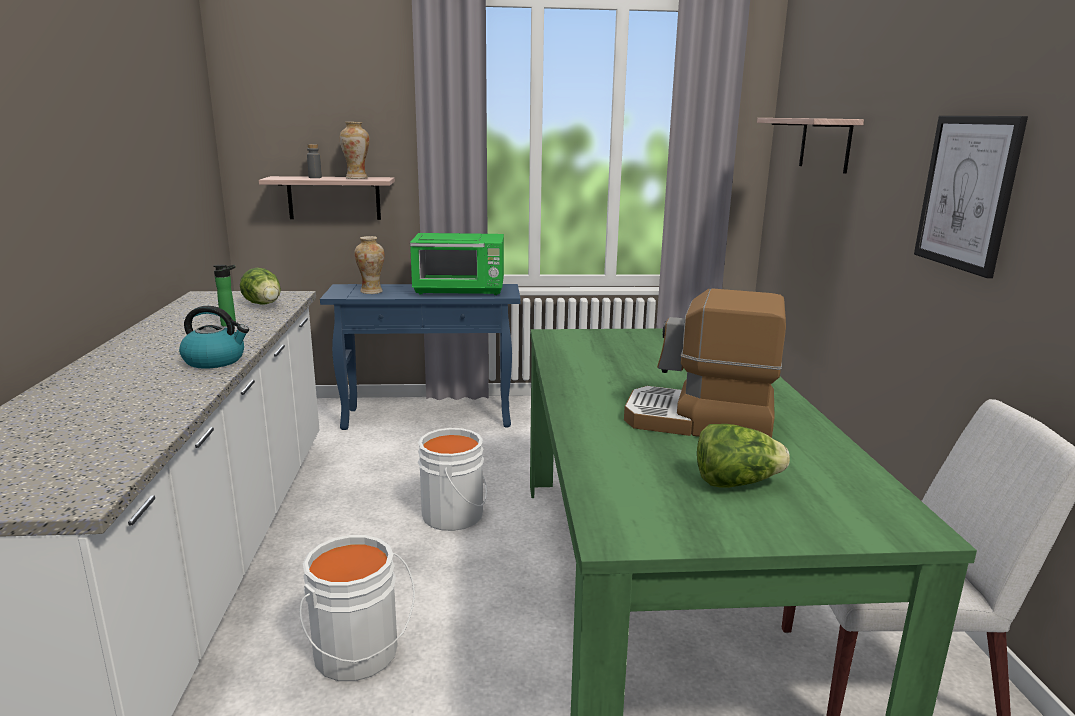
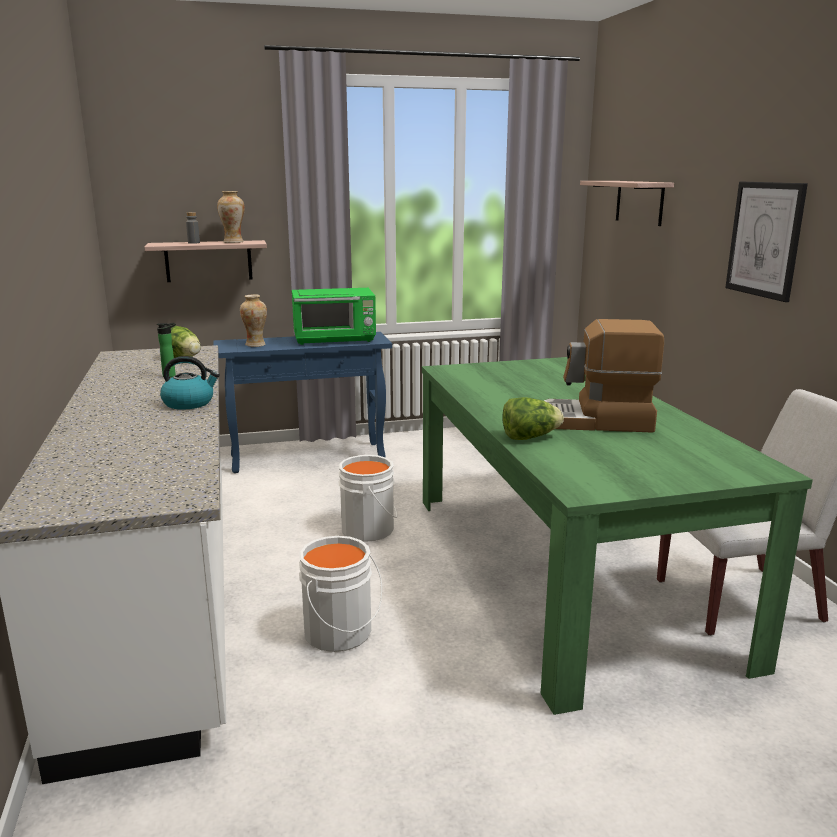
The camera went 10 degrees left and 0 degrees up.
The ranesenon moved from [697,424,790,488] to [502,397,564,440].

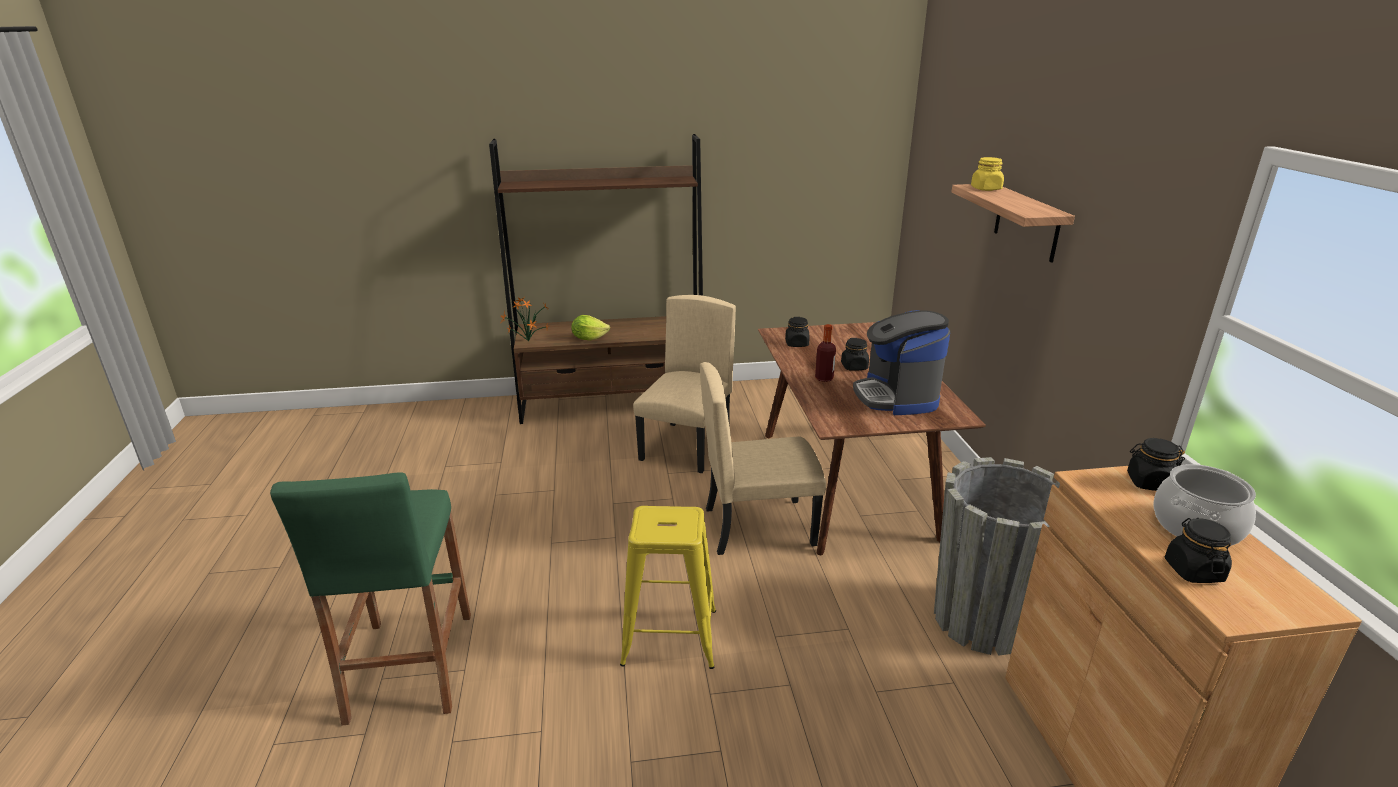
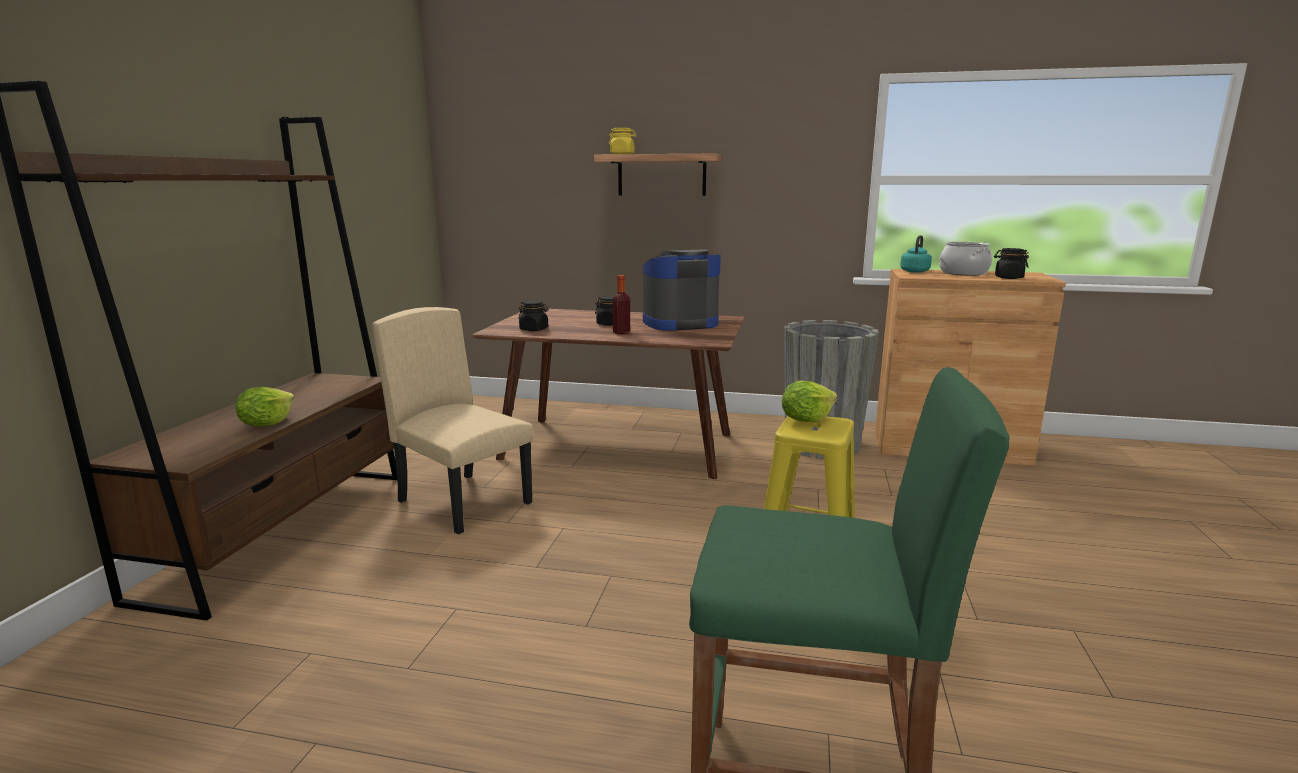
The camera went 70 degrees left and 10 degrees down.
The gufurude at [501,297,549,341] disappeared.
The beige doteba at [700,362,826,555] disappeared.
The ranesenon at [781,381,837,422] appeared.
The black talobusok at [1127,438,1185,491] was replaced by the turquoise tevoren at [900,235,932,273].
The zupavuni at [853,310,951,415] turned 150 degrees clockwise.

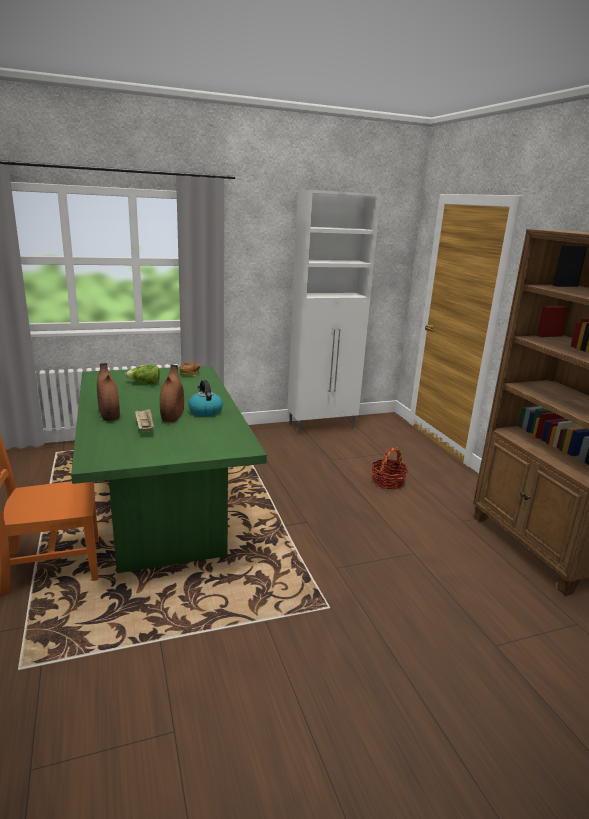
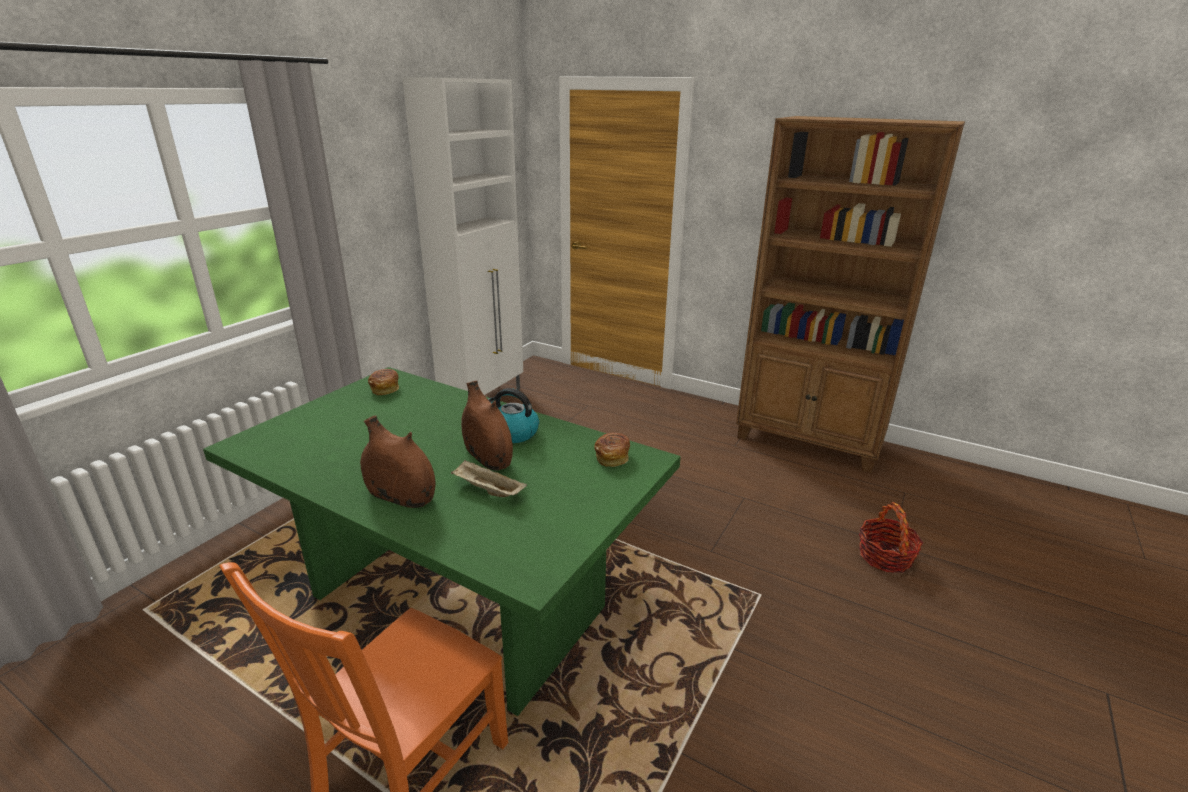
The camera went 40 degrees left and 5 degrees up.
The ranesenon at [125,365,160,384] disappeared.
The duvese at [594,433,630,467] appeared.
The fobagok moved from [372,447,408,489] to [859,502,923,573].

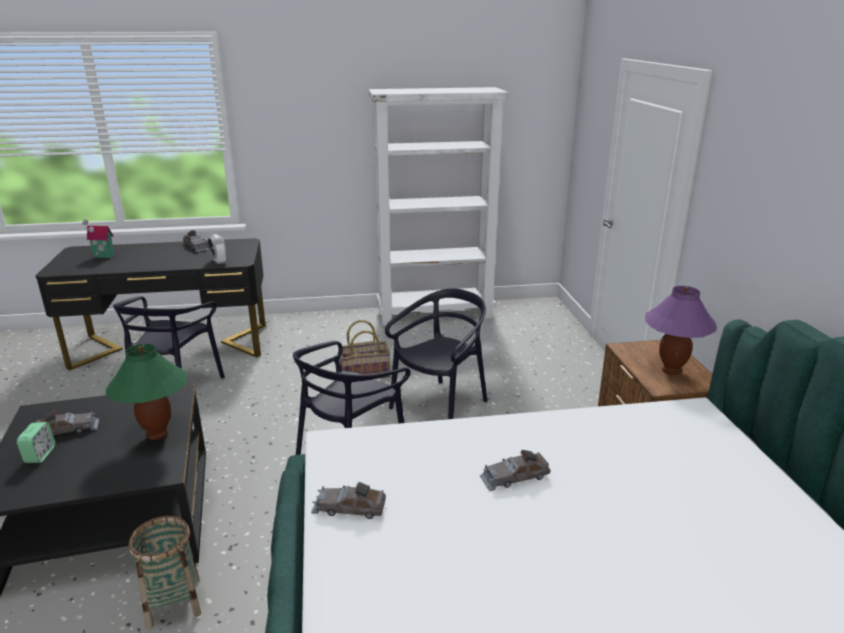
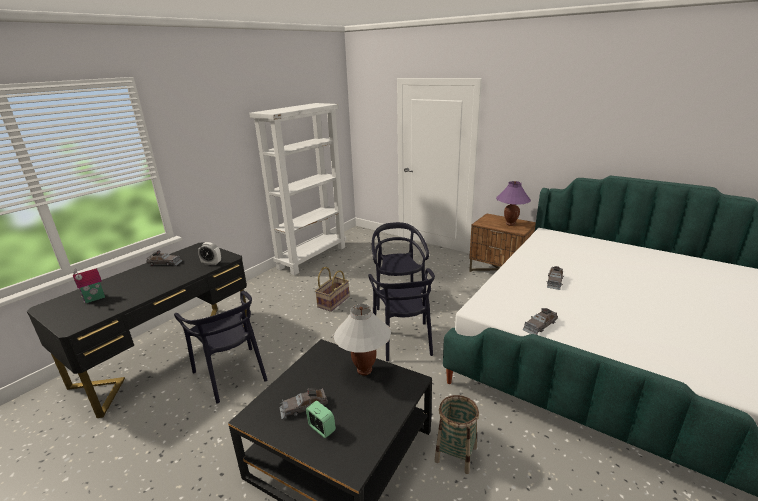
The camera went 45 degrees left and 0 degrees up.
The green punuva at [106,343,188,440] became the white punuva at [333,304,391,376].
The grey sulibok at [37,410,99,435] turned 135 degrees counterclockwise.

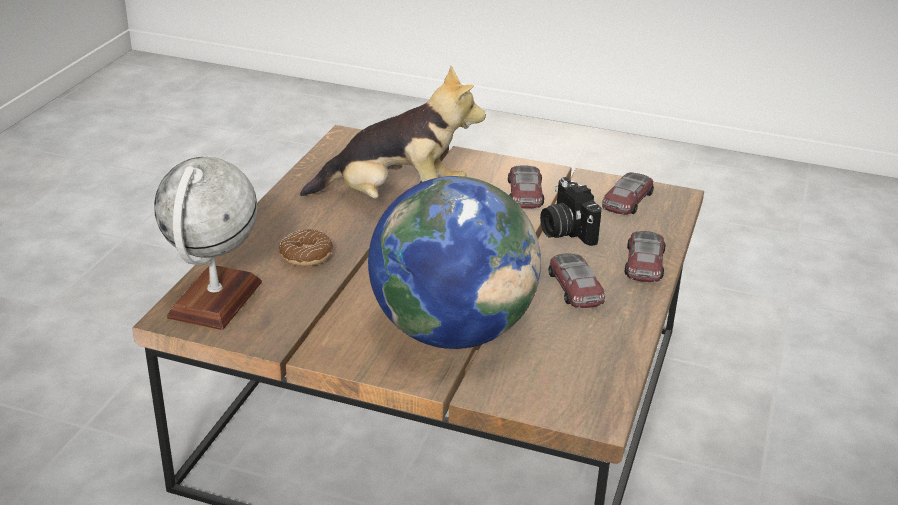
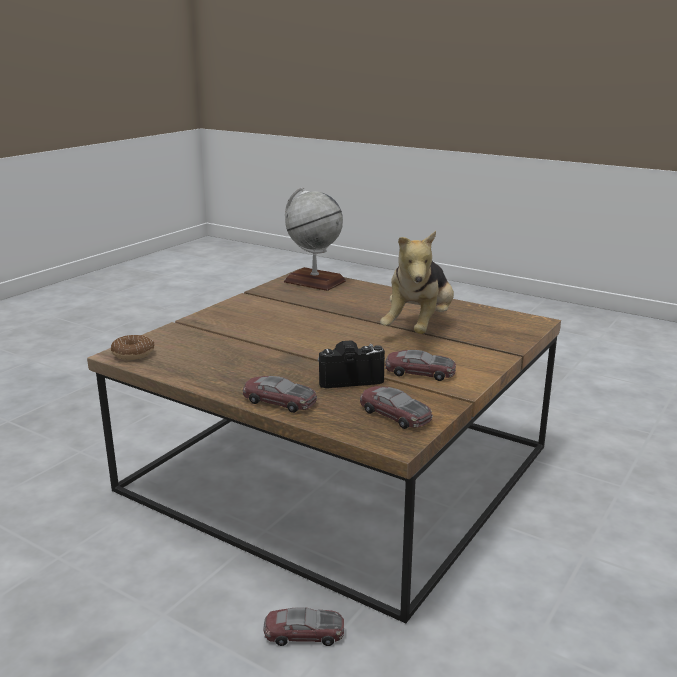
The camera went 105 degrees right and 10 degrees down.
The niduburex at [368,176,541,349] disappeared.
The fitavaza moved from [279,229,333,266] to [111,335,155,360].
The sulibok moved from [548,253,605,309] to [264,607,344,646].

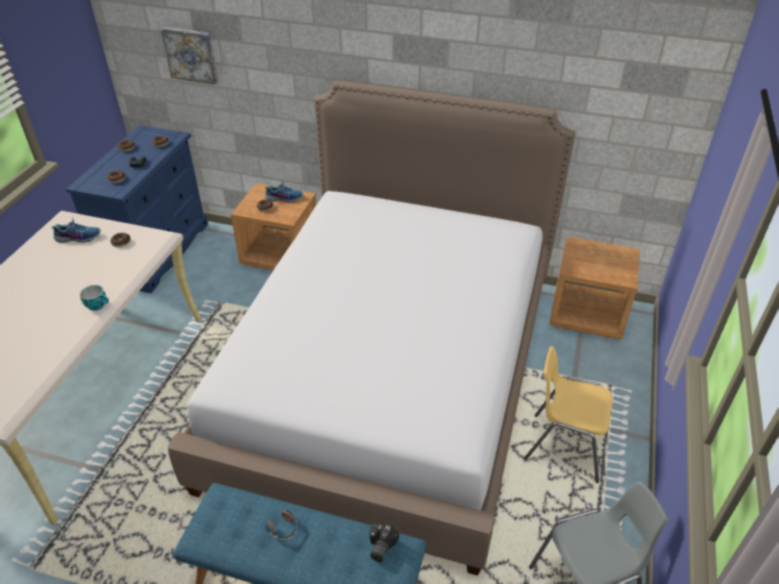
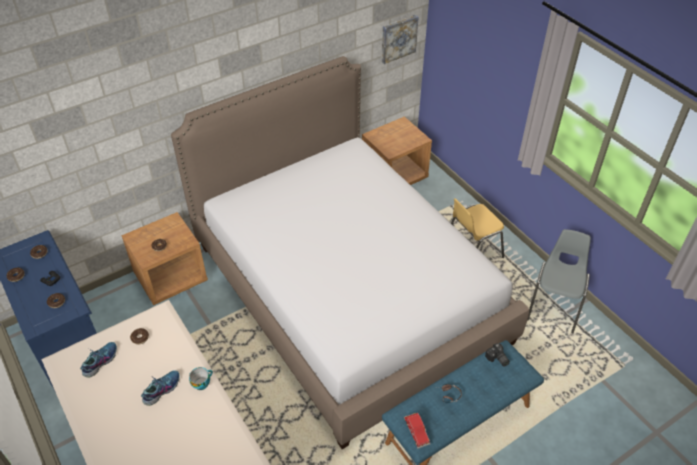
The camera went 50 degrees left and 5 degrees up.
The red sulibok at [404,413,430,449] appeared.
The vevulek moved from [161,27,218,85] to [381,15,419,64].
The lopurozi moved from [265,182,303,203] to [141,370,180,406].

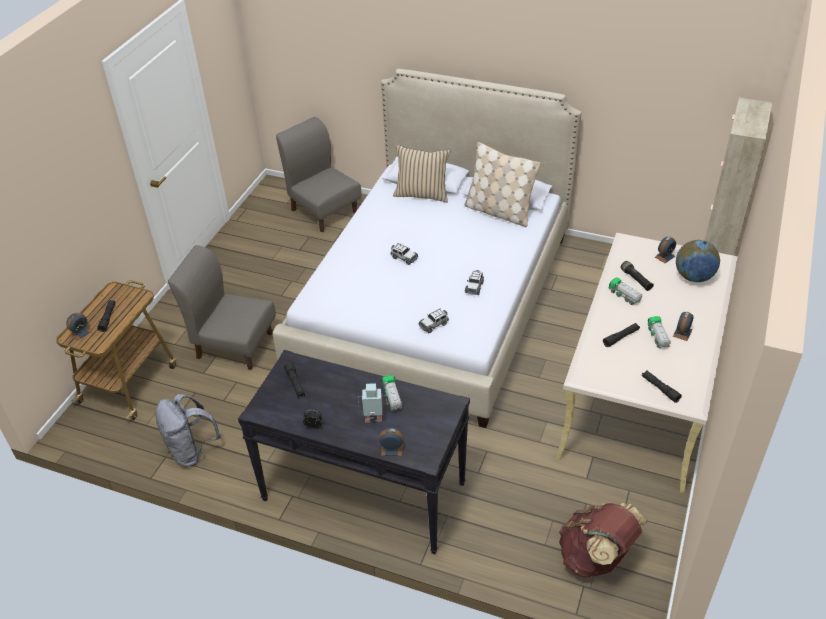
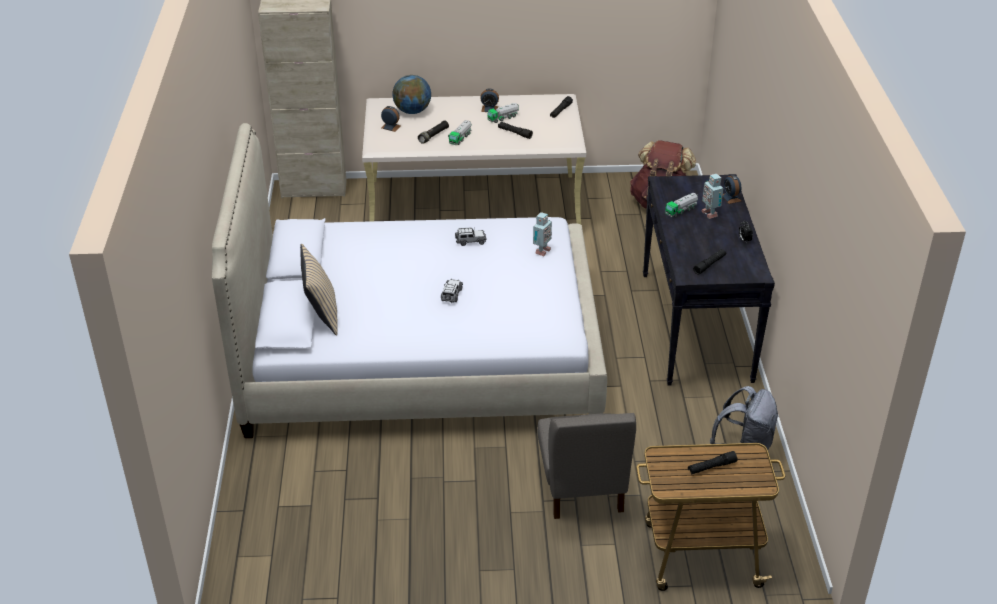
The camera went 115 degrees left and 5 degrees down.
The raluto at [66,313,92,341] disappeared.
The grey doteba at [276,117,361,232] disappeared.
The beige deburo at [464,142,541,227] disappeared.
The sulibok at [419,308,449,333] was replaced by the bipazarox at [533,212,552,256].

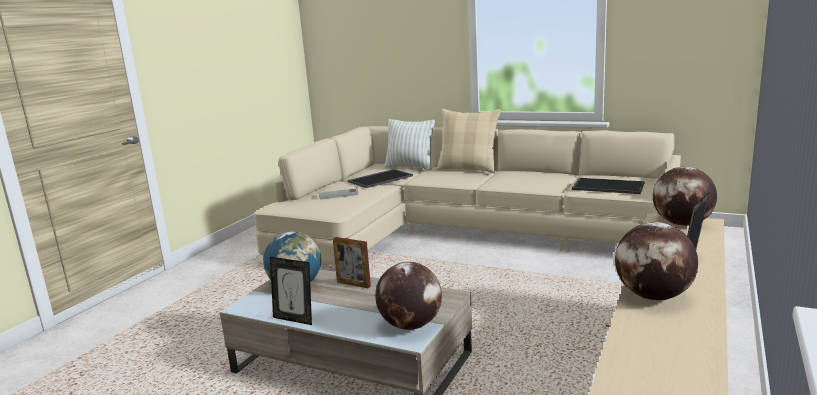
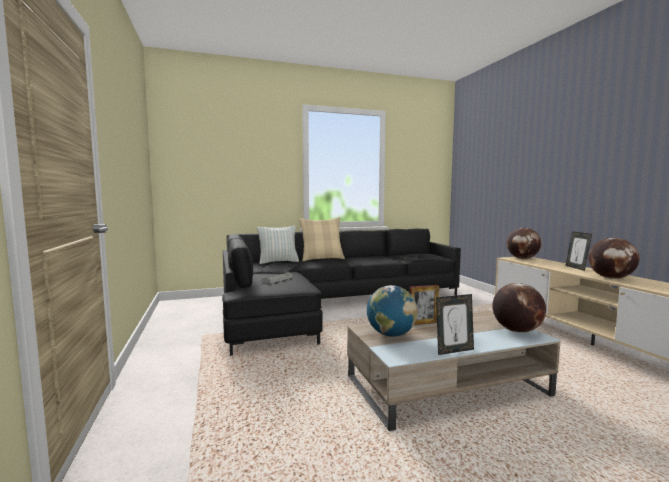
The camera went 45 degrees left and 10 degrees down.
The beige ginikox at [254,126,681,267] became the black ginikox at [222,229,461,356].

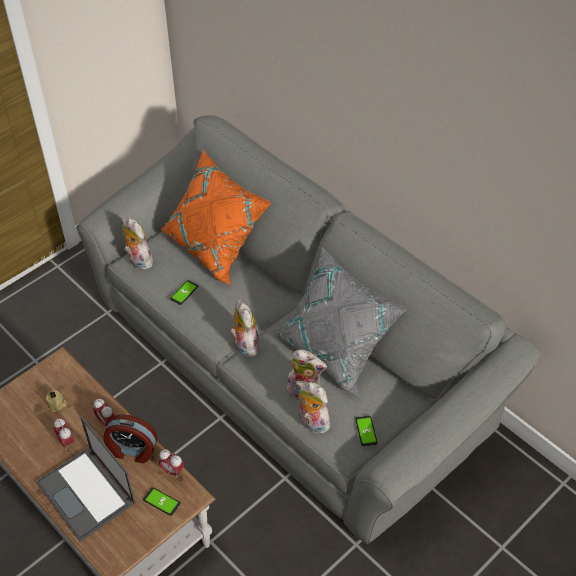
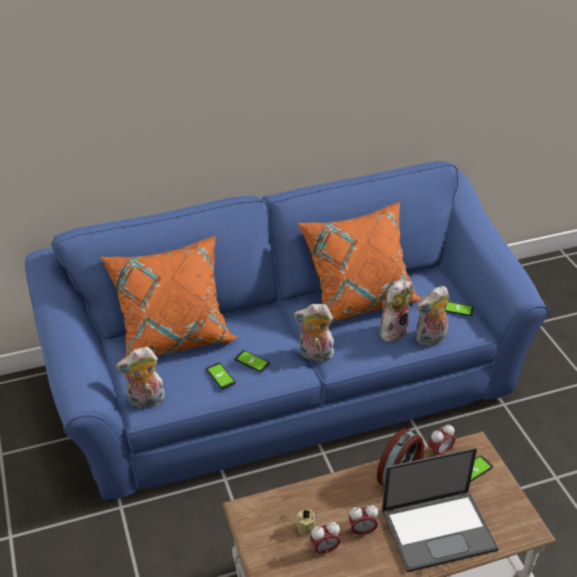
The camera went 65 degrees left and 10 degrees down.
The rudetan at [235,350,270,372] appeared.
The raluto moved from [93,399,115,426] to [310,522,341,556].
The grey ginikox at [76,115,541,544] became the blue ginikox at [25,161,549,501].
The grey deburo at [273,247,407,397] became the orange deburo at [297,202,422,323].

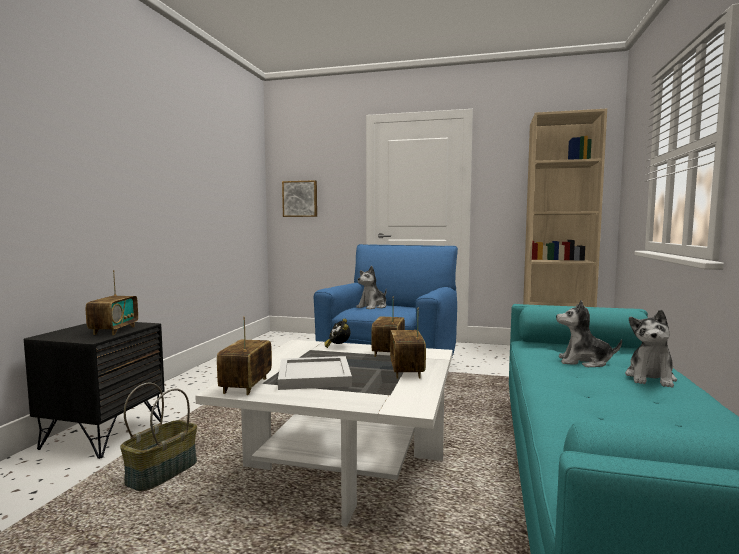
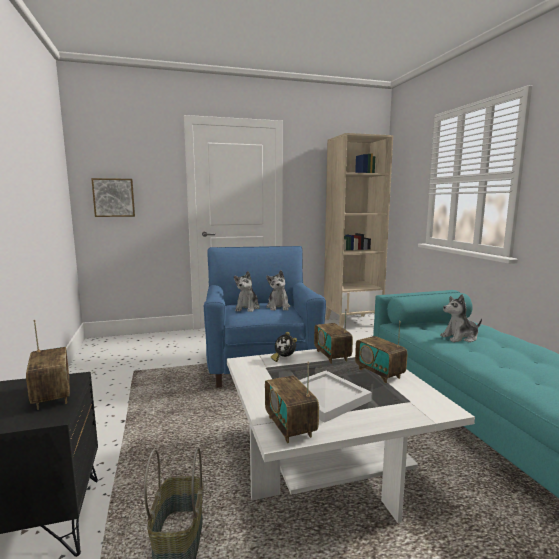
The camera went 30 degrees left and 5 degrees up.
The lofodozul moved from [625,309,677,388] to [266,270,290,311].

